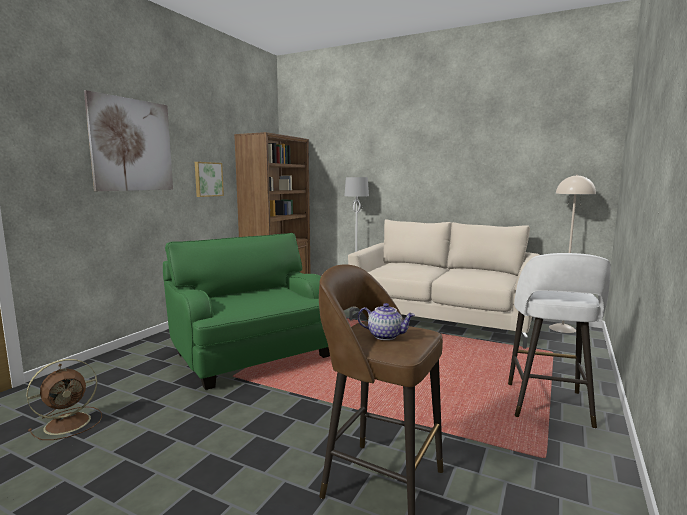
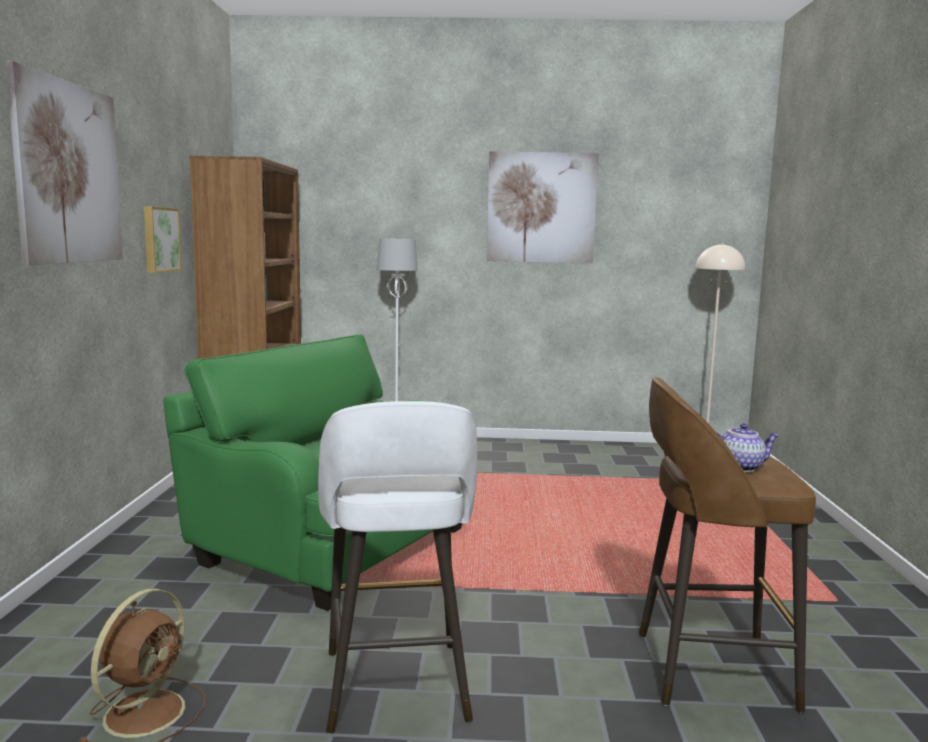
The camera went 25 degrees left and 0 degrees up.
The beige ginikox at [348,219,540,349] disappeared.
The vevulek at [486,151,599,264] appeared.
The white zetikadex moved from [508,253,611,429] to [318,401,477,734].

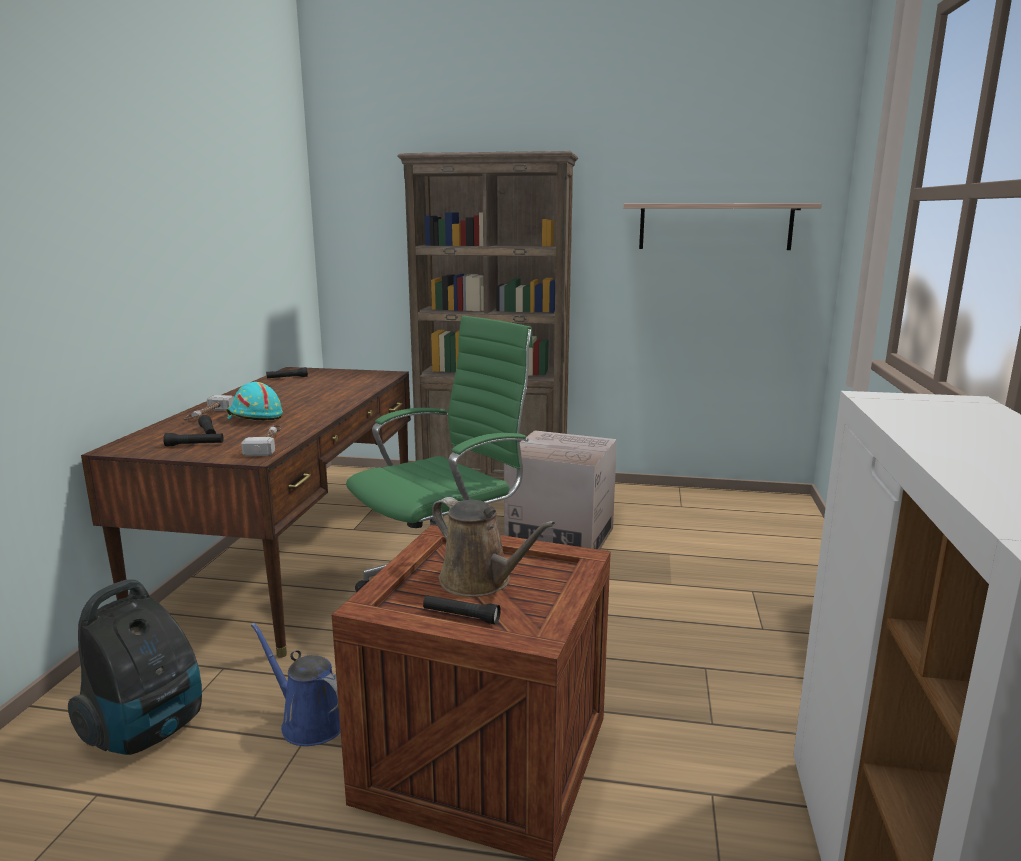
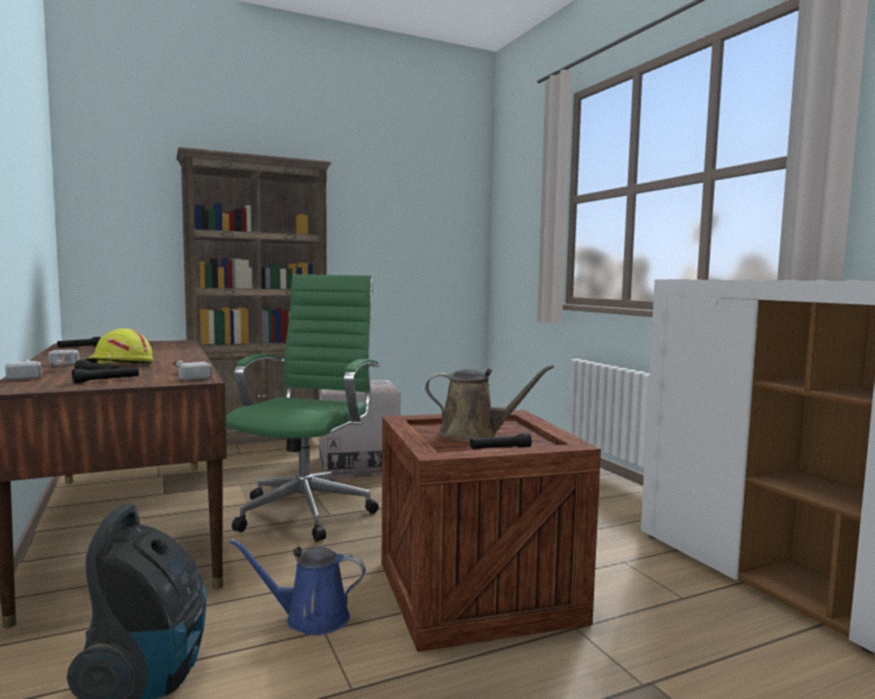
The camera went 35 degrees left and 10 degrees down.
The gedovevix at [623,203,822,250] disappeared.
The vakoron at [5,359,42,380] appeared.
The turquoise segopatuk at [226,382,283,421] became the yellow segopatuk at [84,328,153,364].

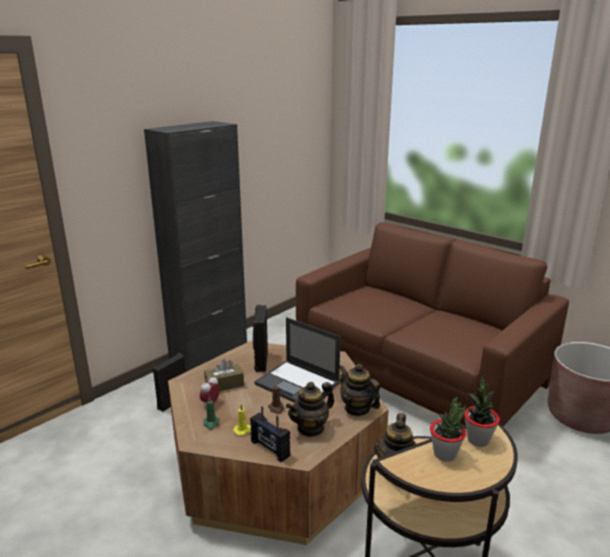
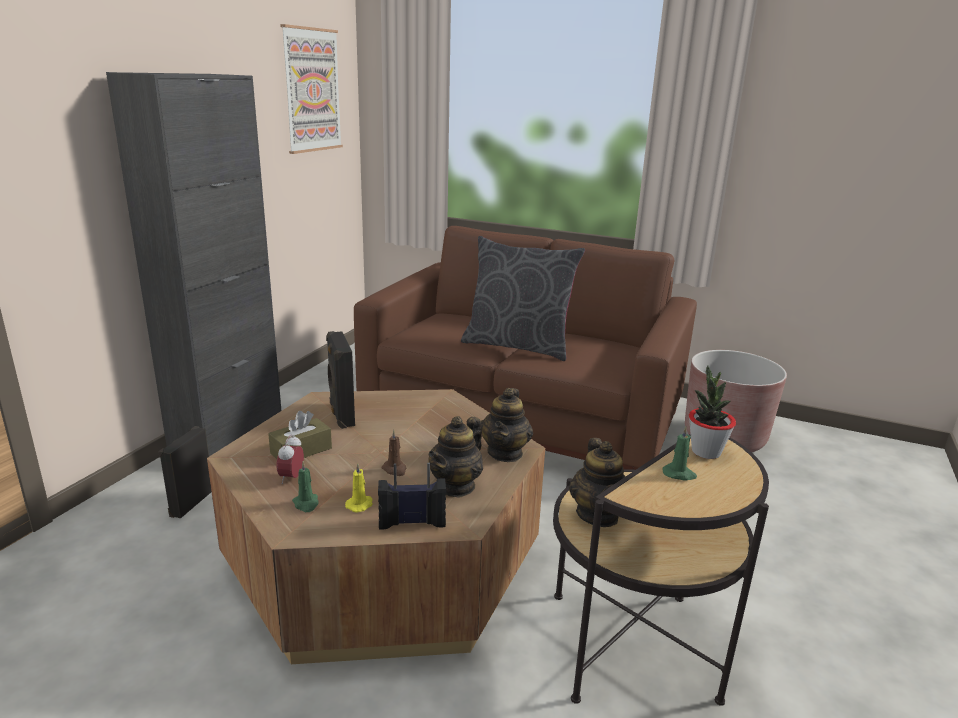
The camera went 20 degrees left and 0 degrees up.
The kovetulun at [254,317,340,402] disappeared.
The vevulek at [280,24,343,154] appeared.
The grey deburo at [461,236,585,361] appeared.
The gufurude at [430,397,467,462] was replaced by the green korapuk at [663,426,697,481].
The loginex at [250,406,291,462] turned 150 degrees clockwise.
The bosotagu at [339,364,380,416] turned 105 degrees counterclockwise.

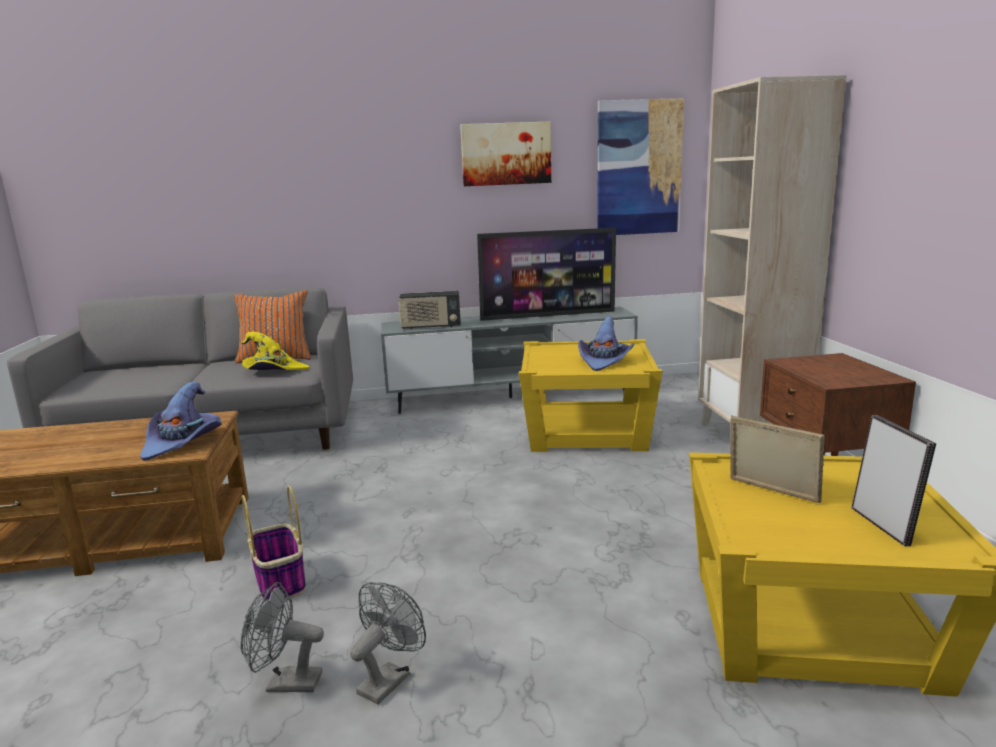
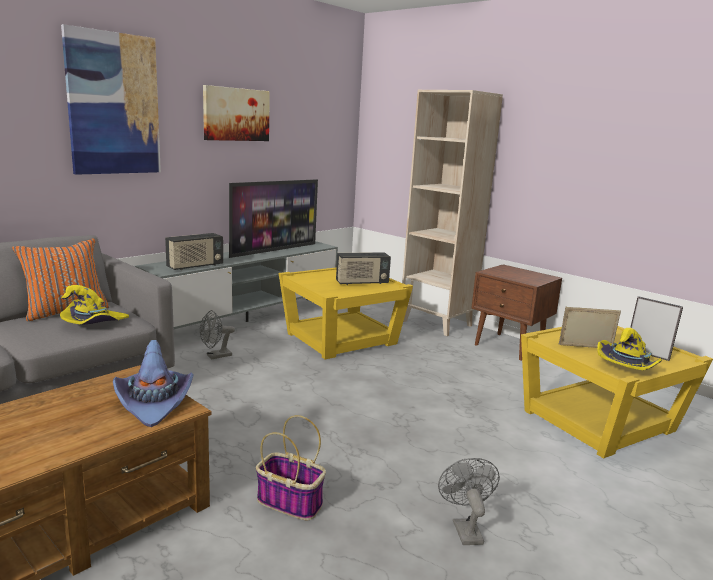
The camera went 40 degrees left and 0 degrees up.
The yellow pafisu at [597,328,662,371] appeared.
The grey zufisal moved from [241,582,324,693] to [200,310,235,359].
The vevulek moved from [597,98,684,235] to [61,24,161,175].
The purple pafisu at [578,317,635,371] was replaced by the loginex at [336,252,391,285].

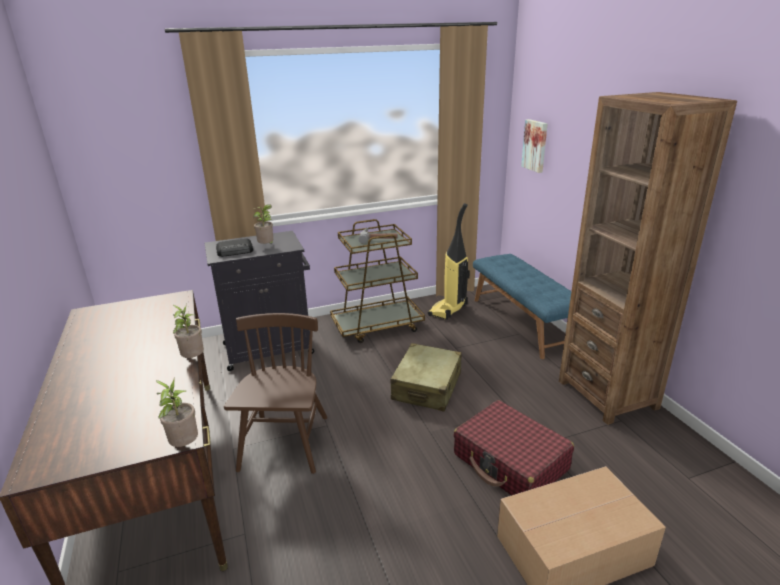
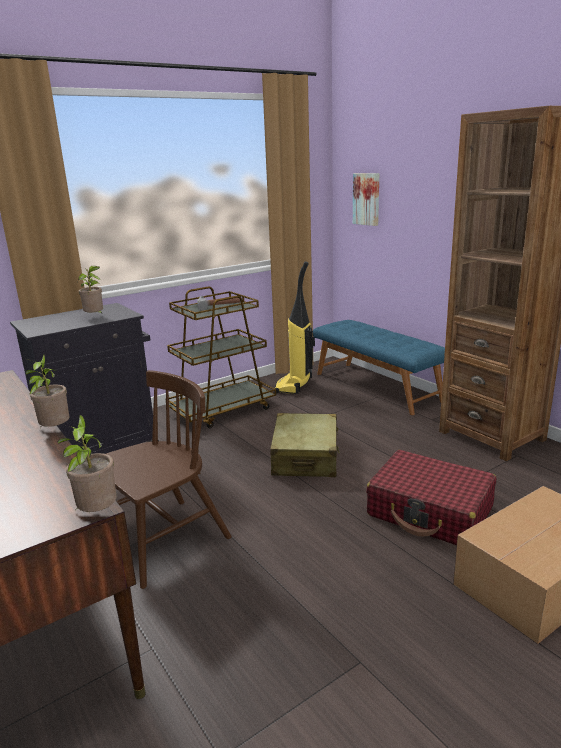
The camera went 15 degrees left and 5 degrees down.
The loginex at [216,238,253,257] disappeared.
The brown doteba at [224,313,327,474] turned 60 degrees clockwise.

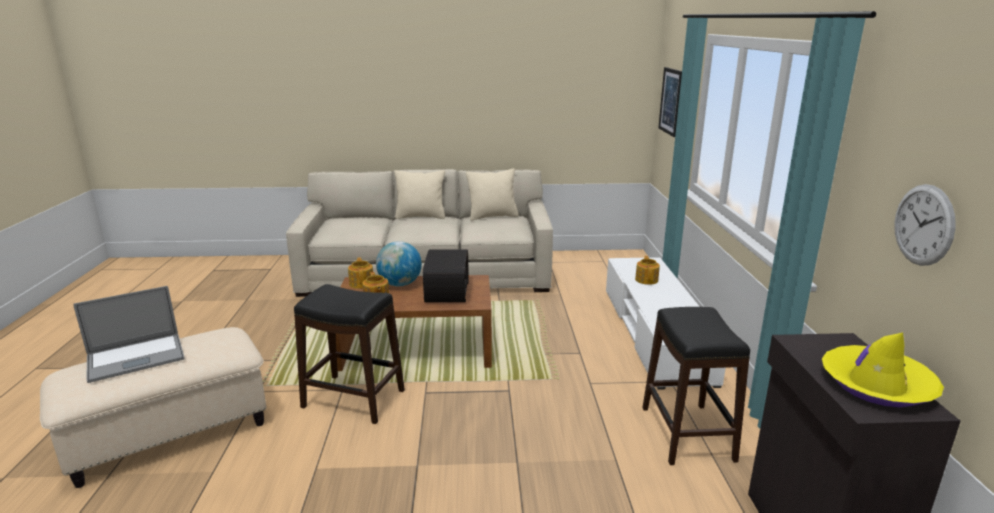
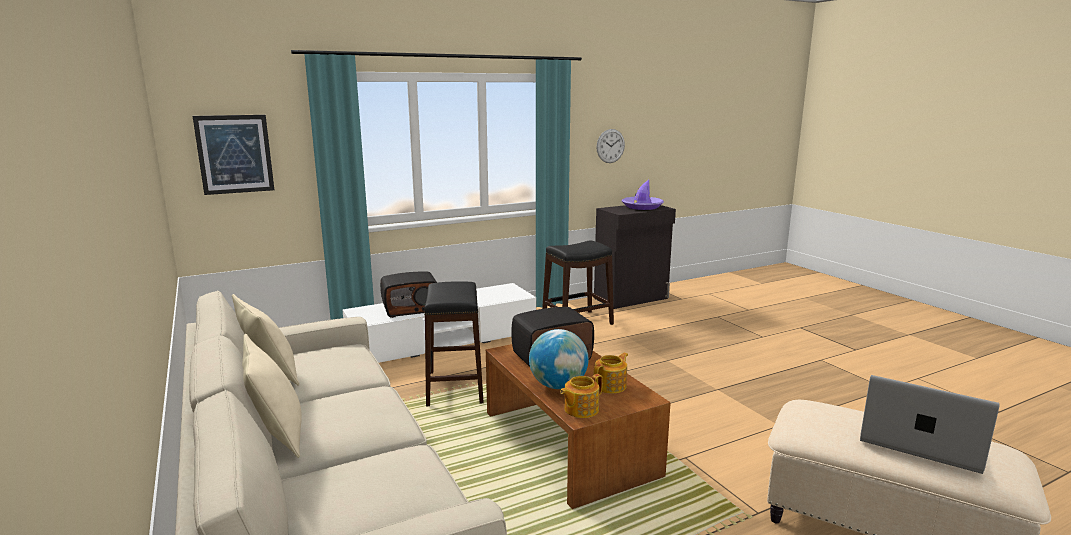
The camera went 115 degrees left and 5 degrees down.
The black zetikadex moved from [294,284,405,424] to [424,281,484,406].
The bosotagu at [635,256,660,285] was replaced by the loginex at [380,272,437,318].
The yellow pafisu at [822,333,944,407] became the purple pafisu at [622,180,664,210].

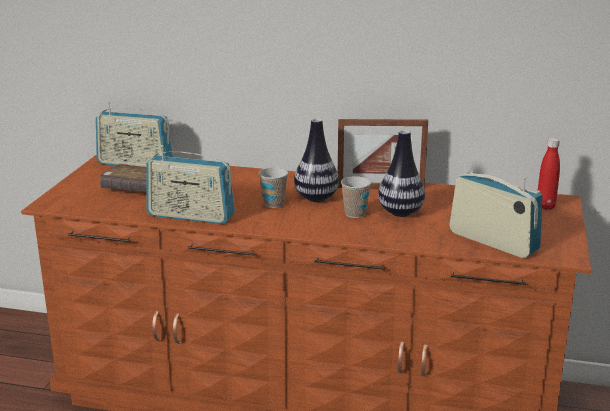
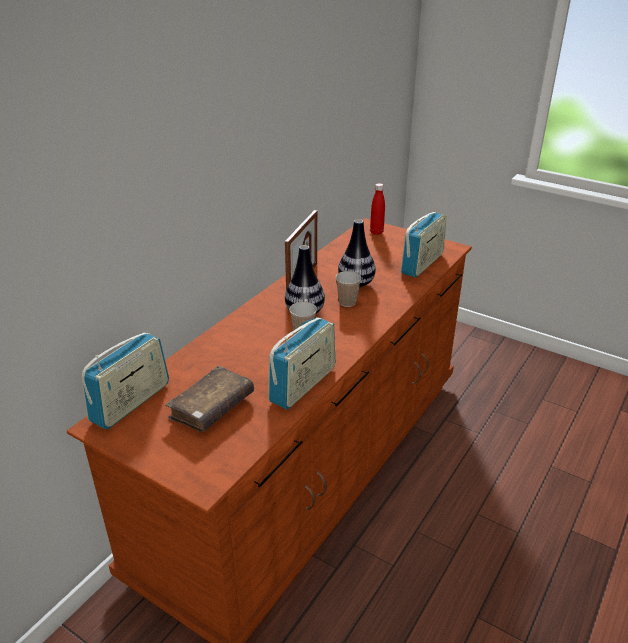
The camera went 70 degrees left and 10 degrees up.
The loginex at [449,171,542,258] turned 150 degrees clockwise.

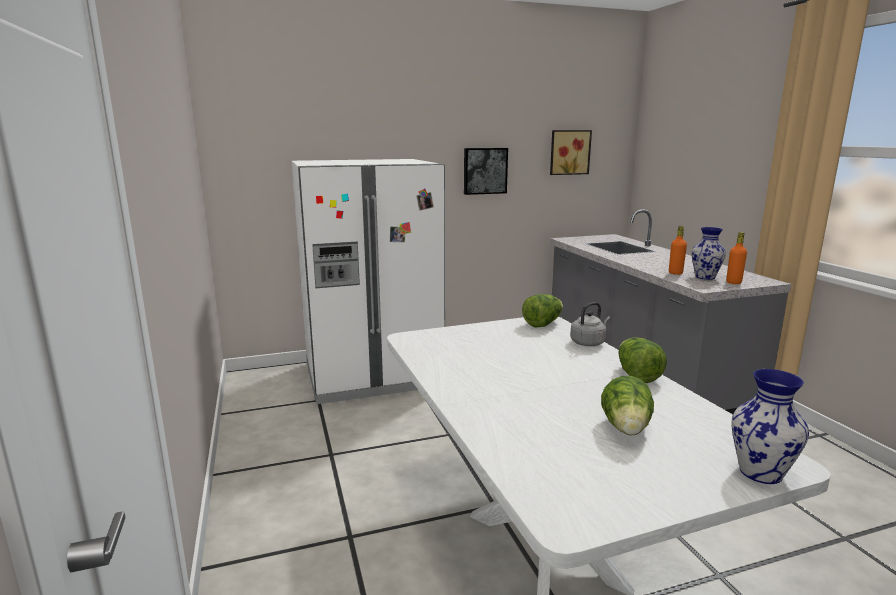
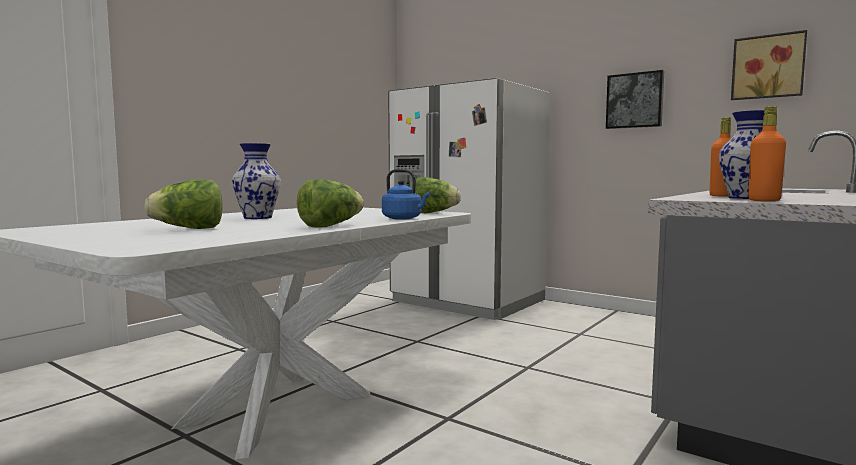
The camera went 55 degrees right and 10 degrees down.
The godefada moved from [731,369,809,484] to [232,143,281,219].
The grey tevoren at [570,302,611,346] became the blue tevoren at [382,169,430,220].

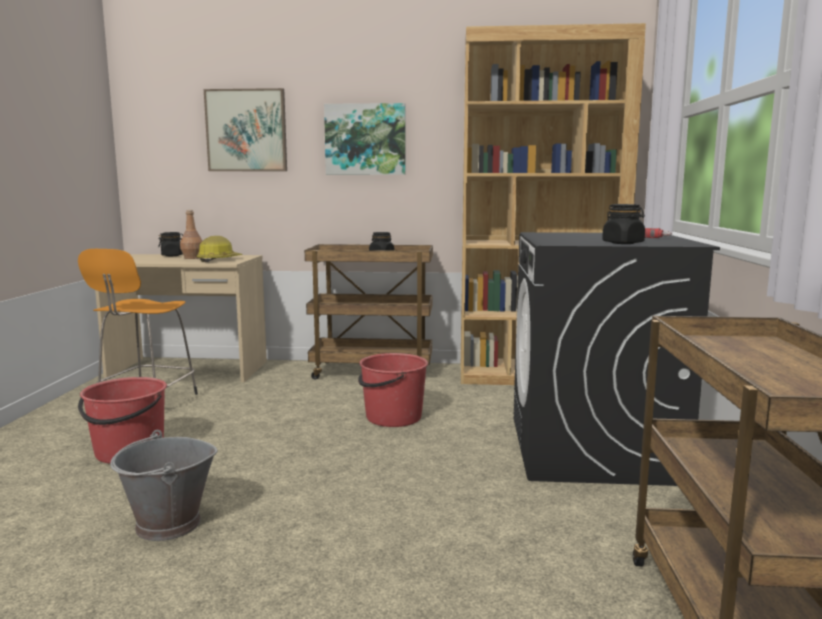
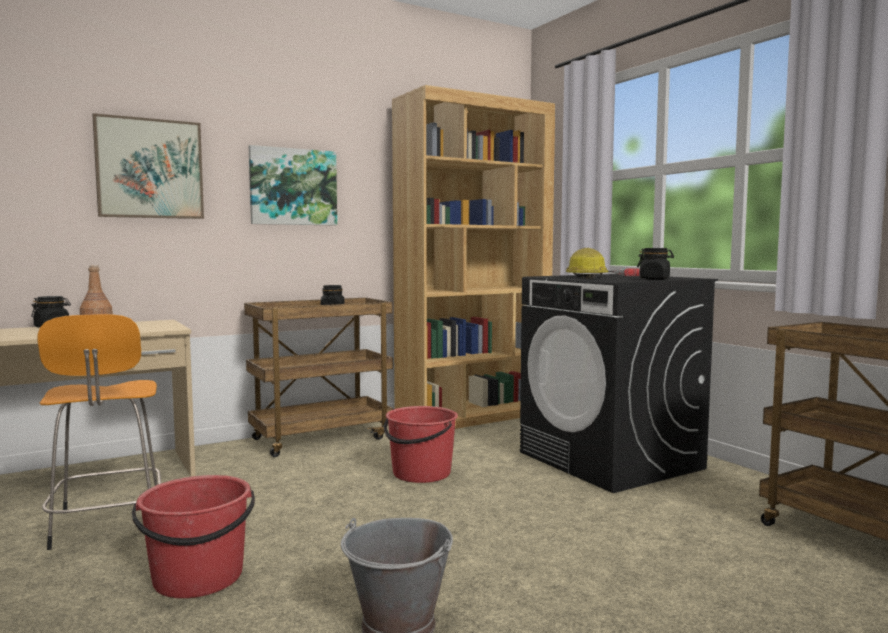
The camera went 35 degrees left and 5 degrees down.
The segopatuk moved from [197,236,243,262] to [566,248,608,278].

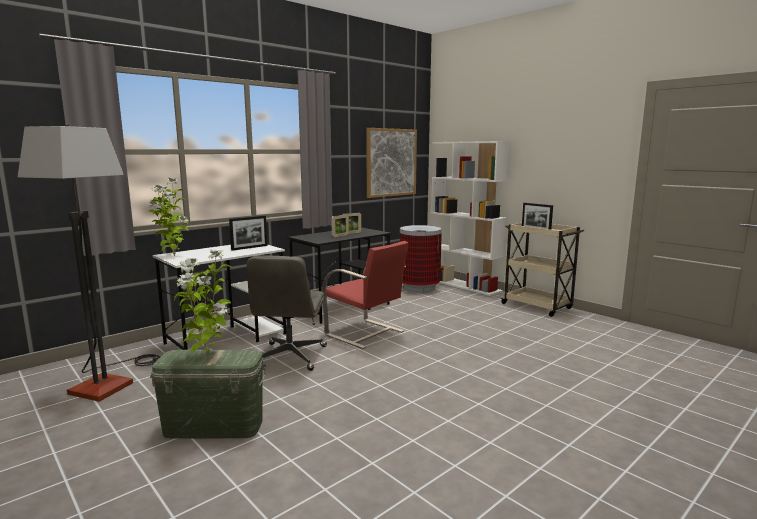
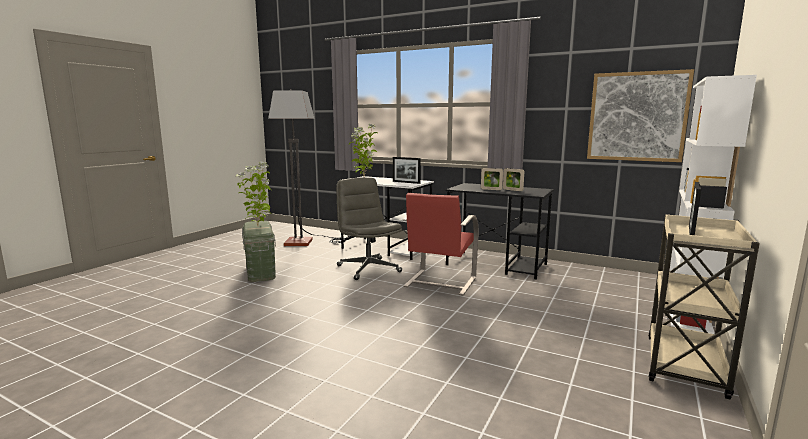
The camera went 70 degrees right and 0 degrees up.
The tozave at [400,225,442,293] disappeared.
The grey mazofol at [247,255,327,371] turned 75 degrees clockwise.

